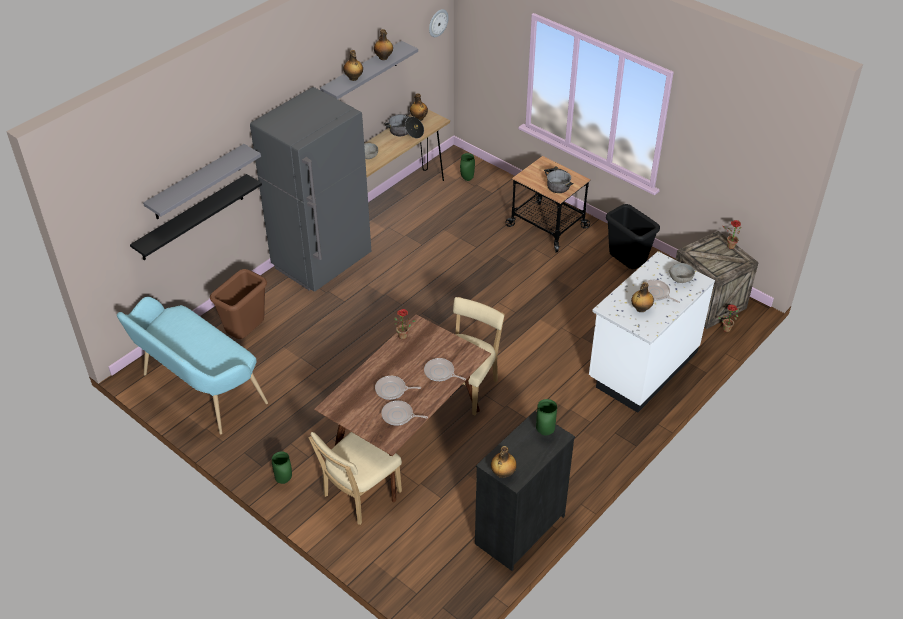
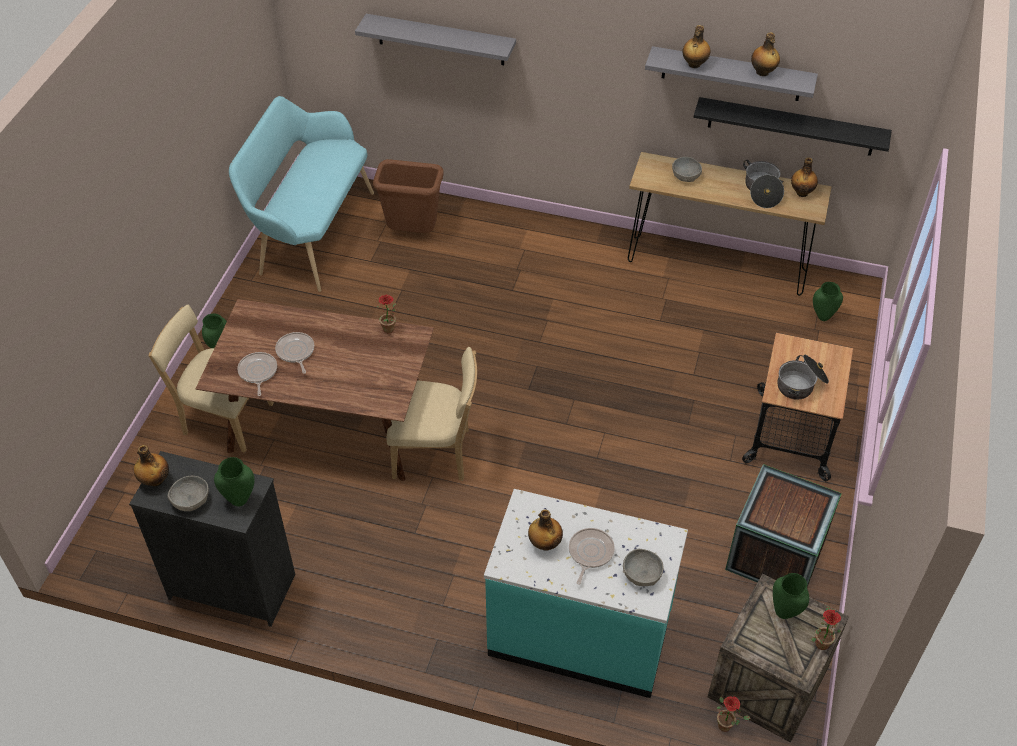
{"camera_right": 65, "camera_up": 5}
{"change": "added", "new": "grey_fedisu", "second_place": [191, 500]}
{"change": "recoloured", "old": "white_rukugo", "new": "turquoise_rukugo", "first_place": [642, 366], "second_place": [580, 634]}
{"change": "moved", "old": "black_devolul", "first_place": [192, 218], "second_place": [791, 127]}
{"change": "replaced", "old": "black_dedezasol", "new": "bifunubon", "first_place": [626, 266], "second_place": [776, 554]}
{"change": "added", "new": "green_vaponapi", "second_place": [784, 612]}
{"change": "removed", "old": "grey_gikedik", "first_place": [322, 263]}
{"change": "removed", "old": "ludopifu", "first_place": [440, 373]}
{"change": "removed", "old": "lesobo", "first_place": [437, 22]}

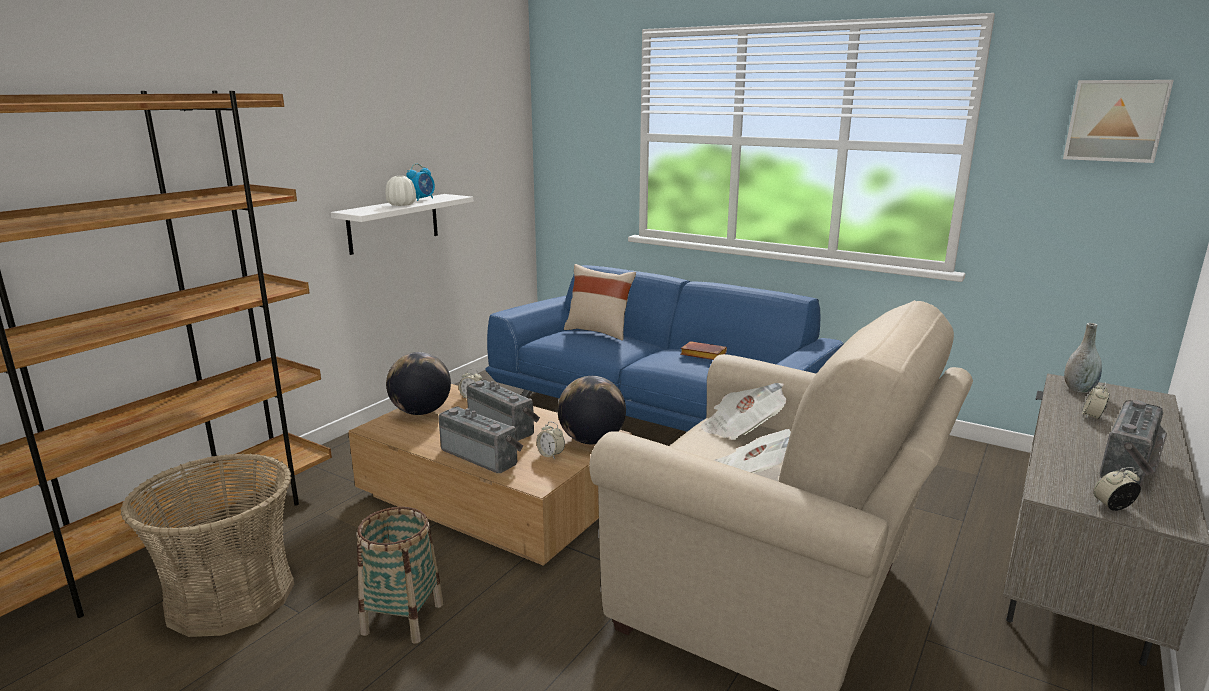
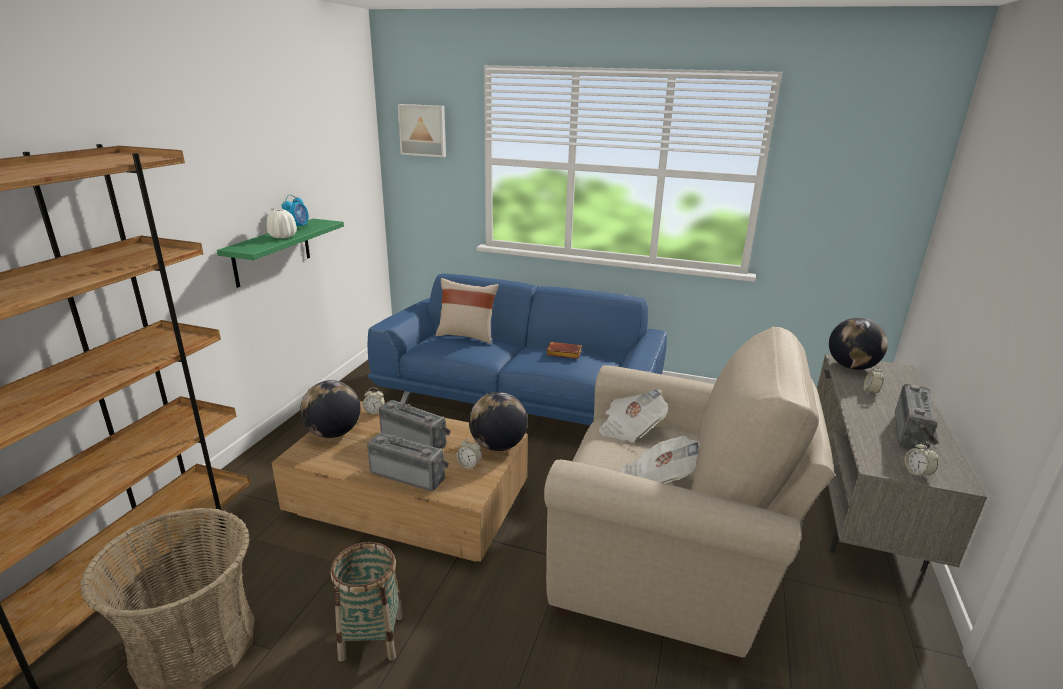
{"camera_right": -15, "camera_up": 5}
{"change": "recoloured", "old": "white_devolul", "new": "green_devolul", "first_place": [393, 223], "second_place": [272, 252]}
{"change": "moved", "old": "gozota", "first_place": [1115, 120], "second_place": [423, 130]}
{"change": "replaced", "old": "grey_vaponapi", "new": "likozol", "first_place": [1078, 389], "second_place": [851, 367]}
{"change": "turned", "old": "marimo", "first_place": [1112, 507], "second_place": [917, 473], "degrees": -75}

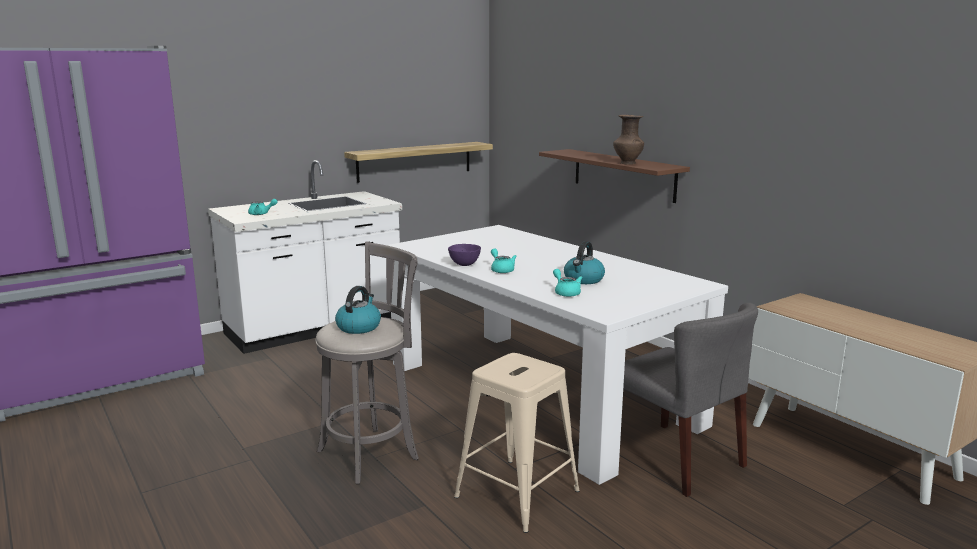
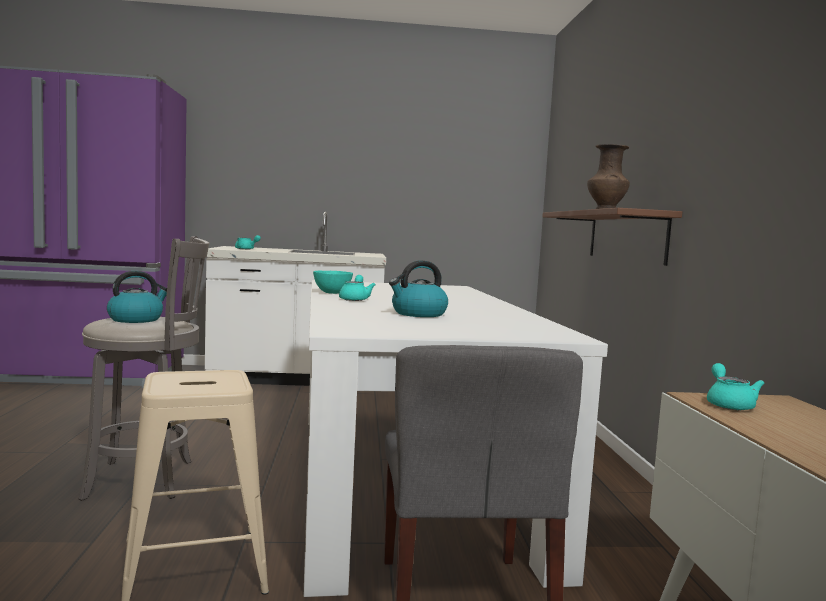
{"camera_right": 30, "camera_up": -10}
{"change": "recoloured", "old": "purple_fedisu", "new": "turquoise_fedisu", "first_place": [464, 265], "second_place": [331, 293]}
{"change": "moved", "old": "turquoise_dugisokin", "first_place": [566, 292], "second_place": [729, 404]}
{"change": "removed", "old": "devolul", "first_place": [415, 161]}

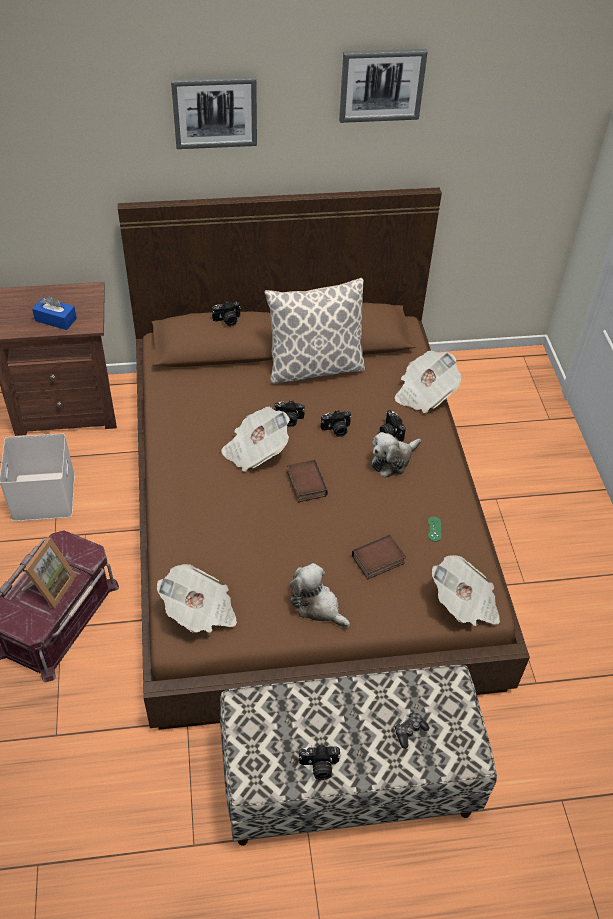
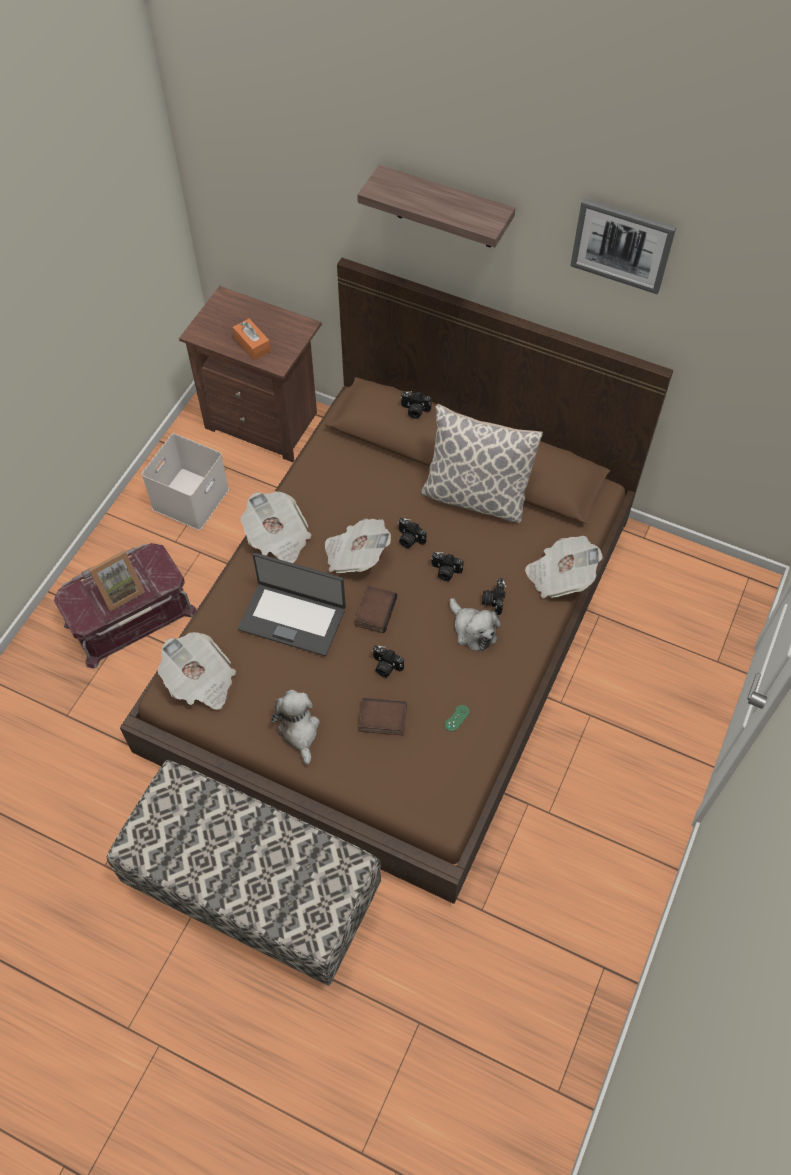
{"camera_right": 35, "camera_up": 10}
{"change": "recoloured", "old": "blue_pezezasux", "new": "orange_pezezasux", "first_place": [56, 319], "second_place": [252, 344]}
{"change": "added", "new": "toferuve", "second_place": [293, 618]}
{"change": "moved", "old": "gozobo", "first_place": [464, 604], "second_place": [278, 538]}
{"change": "replaced", "old": "gozota", "new": "devolul", "first_place": [215, 112], "second_place": [445, 208]}
{"change": "moved", "old": "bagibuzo", "first_place": [319, 767], "second_place": [385, 667]}
{"change": "turned", "old": "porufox", "first_place": [392, 460], "second_place": [473, 630], "degrees": -120}
{"change": "removed", "old": "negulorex", "first_place": [409, 731]}

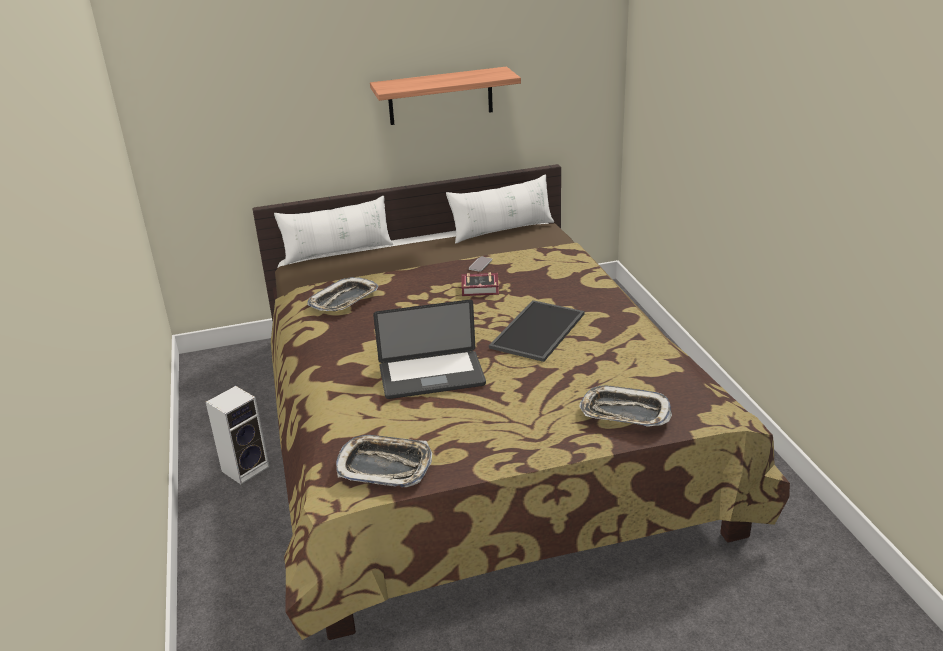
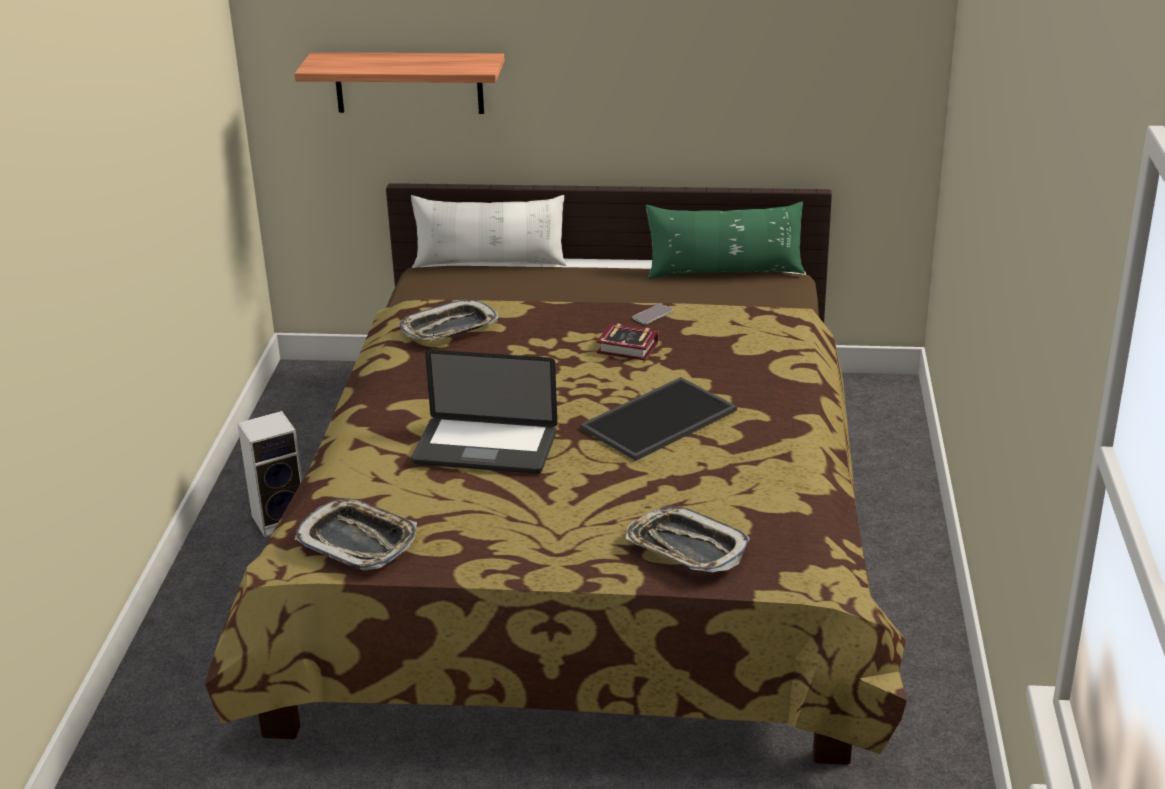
{"camera_right": 20, "camera_up": 0}
{"change": "moved", "old": "devolul", "first_place": [440, 96], "second_place": [409, 82]}
{"change": "recoloured", "old": "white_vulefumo", "new": "green_vulefumo", "first_place": [502, 230], "second_place": [725, 272]}

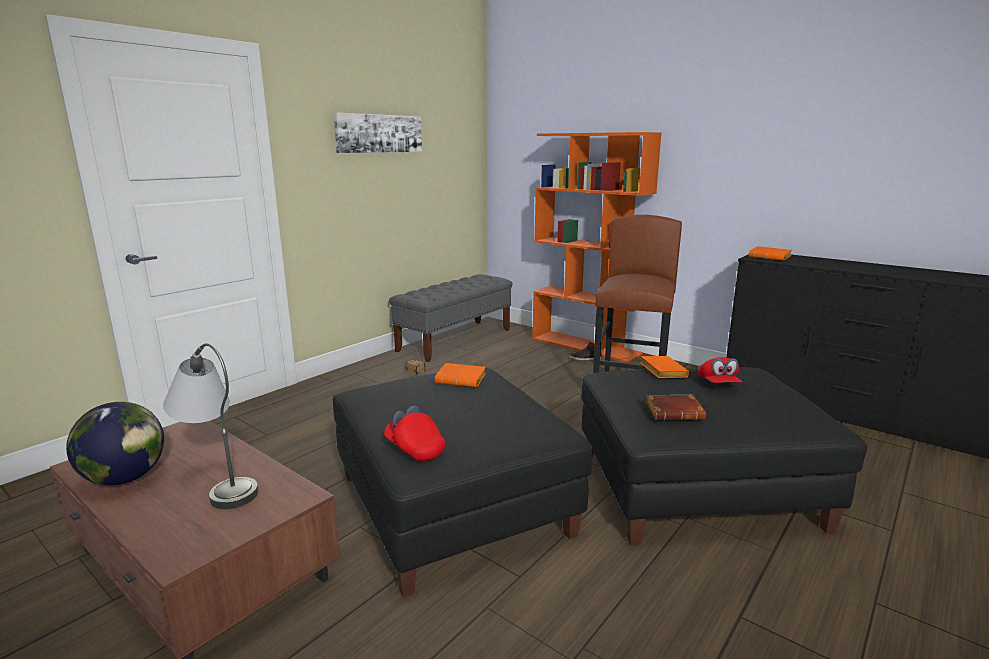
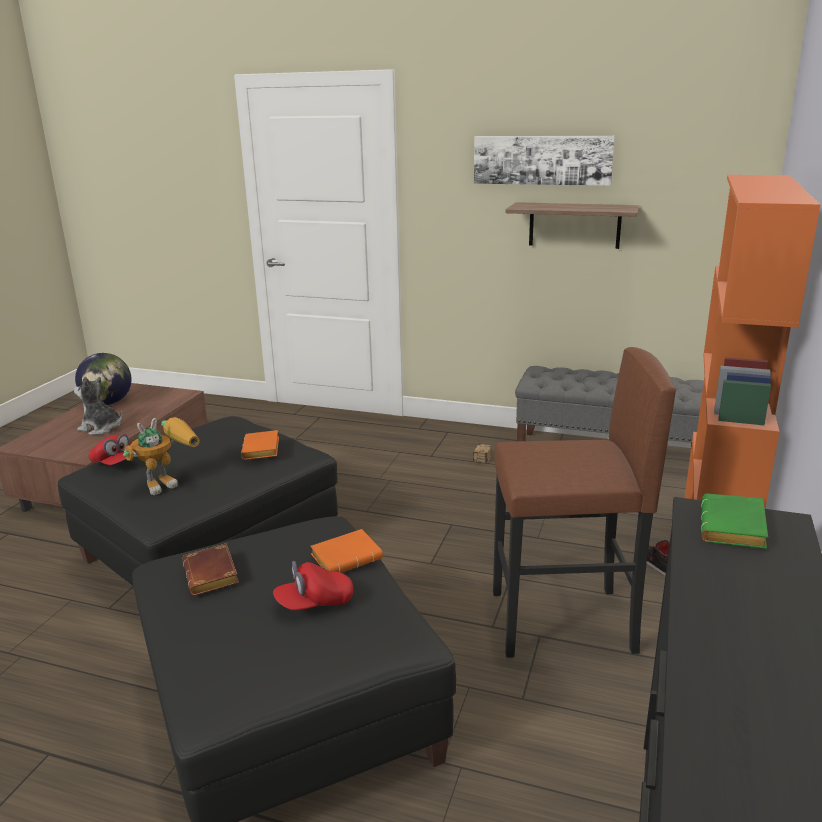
{"camera_right": 70, "camera_up": 5}
{"change": "replaced", "old": "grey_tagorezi", "new": "porufox", "first_place": [220, 484], "second_place": [101, 428]}
{"change": "turned", "old": "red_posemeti", "first_place": [414, 449], "second_place": [115, 463], "degrees": 105}
{"change": "added", "new": "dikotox", "second_place": [170, 481]}
{"change": "added", "new": "devolul", "second_place": [574, 225]}
{"change": "recoloured", "old": "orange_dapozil", "new": "green_dapozil", "first_place": [770, 257], "second_place": [735, 529]}

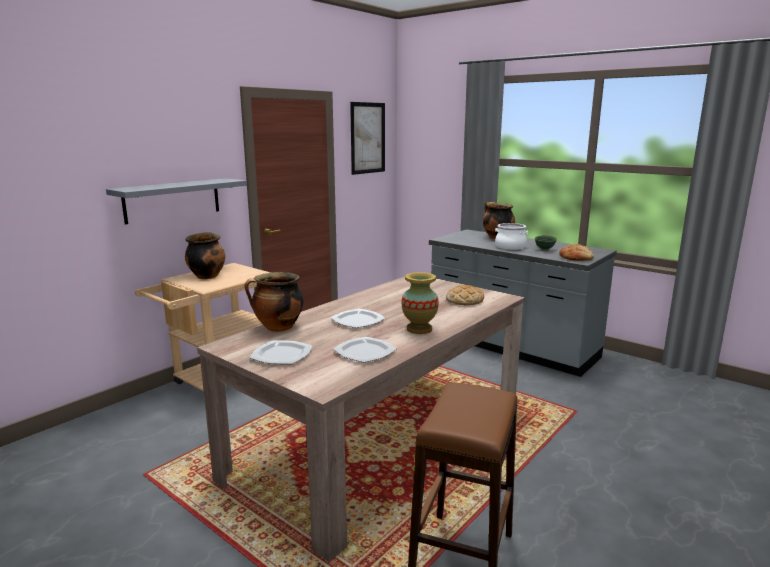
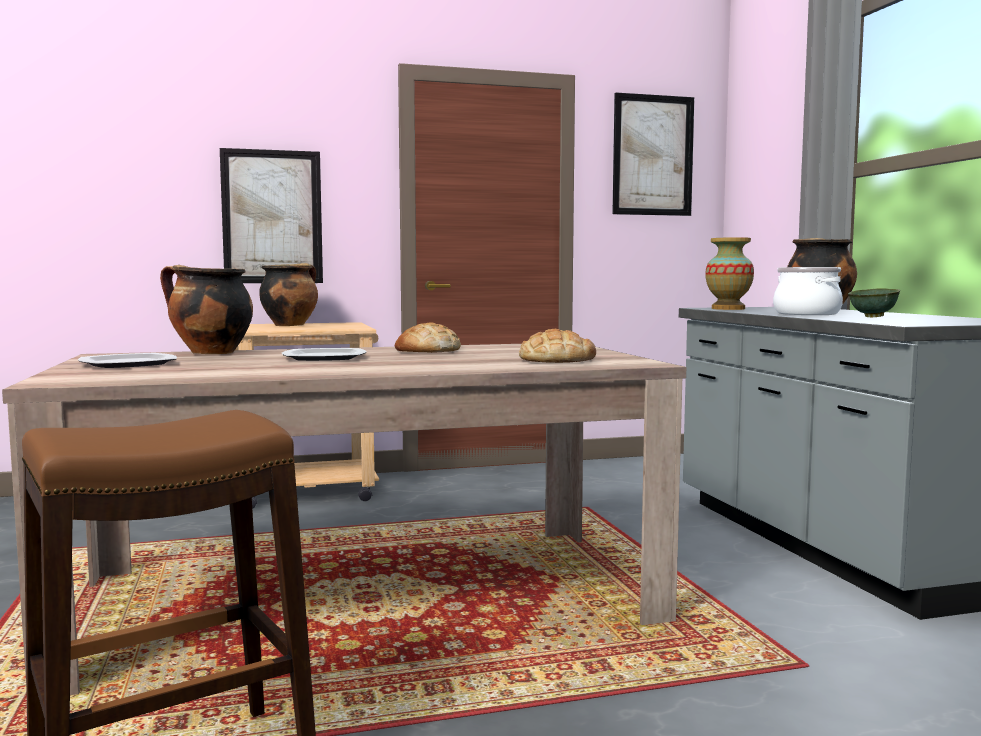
{"camera_right": 35, "camera_up": -10}
{"change": "replaced", "old": "grey_devolul", "new": "gozota", "first_place": [173, 200], "second_place": [272, 217]}
{"change": "moved", "old": "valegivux", "first_place": [576, 257], "second_place": [427, 350]}
{"change": "moved", "old": "vaponapi", "first_place": [419, 329], "second_place": [728, 309]}
{"change": "removed", "old": "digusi", "first_place": [364, 351]}

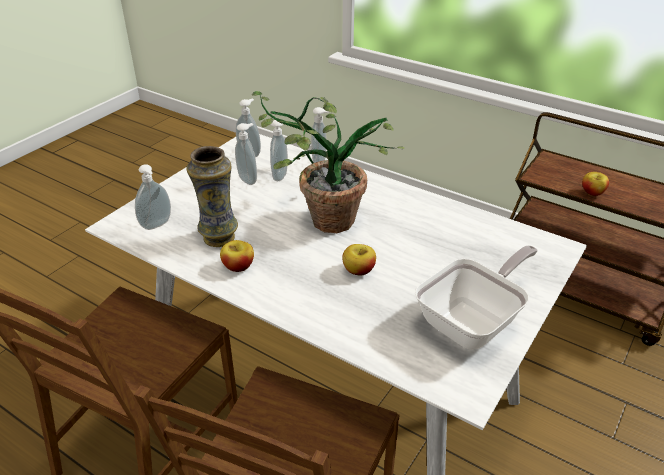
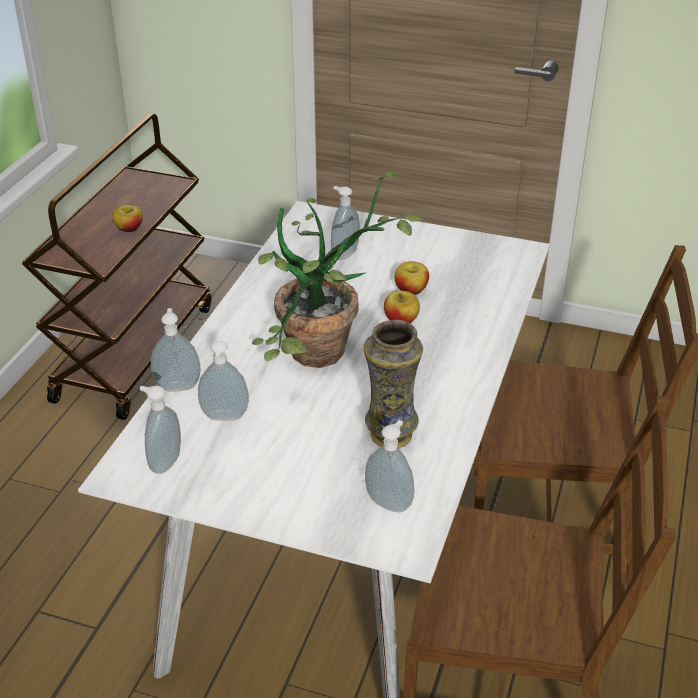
{"camera_right": -105, "camera_up": 0}
{"change": "moved", "old": "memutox", "first_place": [249, 179], "second_place": [343, 253]}
{"change": "moved", "old": "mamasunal", "first_place": [238, 266], "second_place": [411, 290]}
{"change": "removed", "old": "ludopifu", "first_place": [474, 322]}

